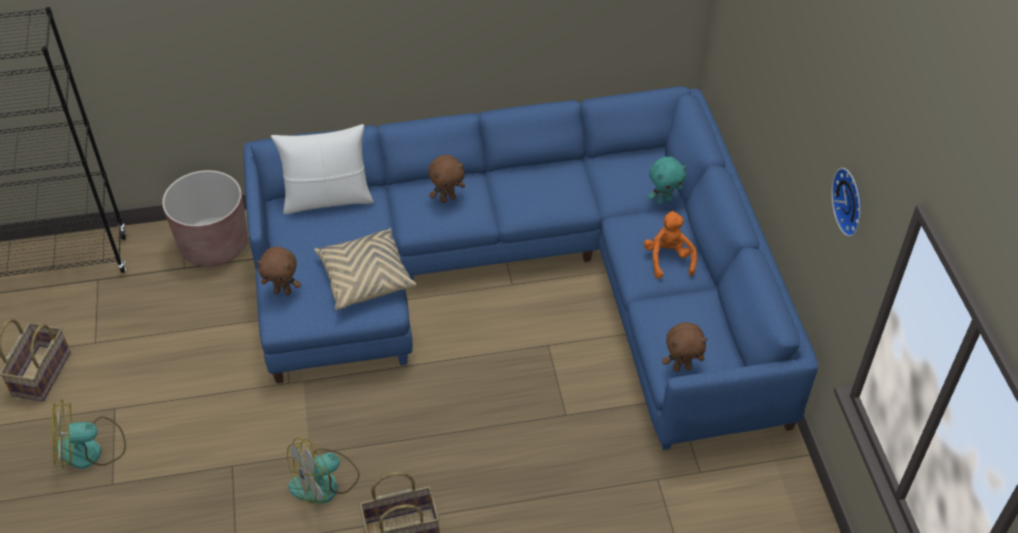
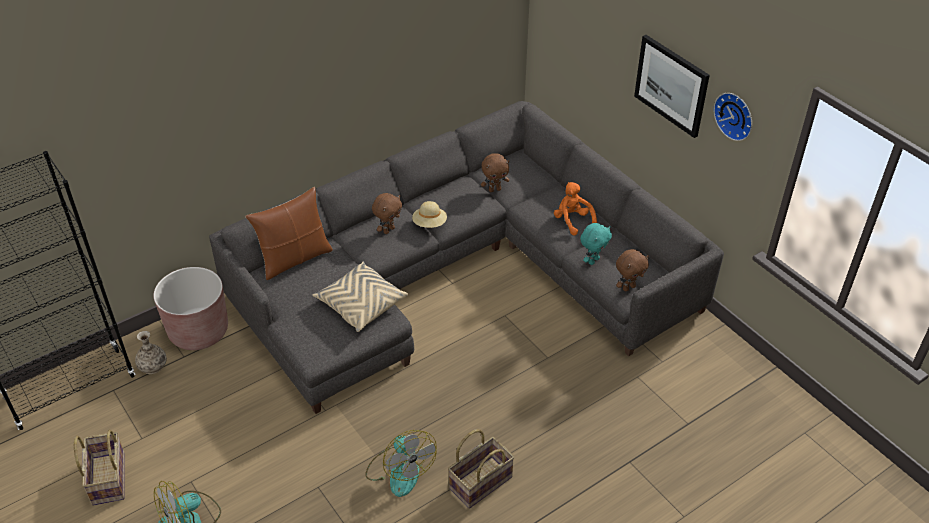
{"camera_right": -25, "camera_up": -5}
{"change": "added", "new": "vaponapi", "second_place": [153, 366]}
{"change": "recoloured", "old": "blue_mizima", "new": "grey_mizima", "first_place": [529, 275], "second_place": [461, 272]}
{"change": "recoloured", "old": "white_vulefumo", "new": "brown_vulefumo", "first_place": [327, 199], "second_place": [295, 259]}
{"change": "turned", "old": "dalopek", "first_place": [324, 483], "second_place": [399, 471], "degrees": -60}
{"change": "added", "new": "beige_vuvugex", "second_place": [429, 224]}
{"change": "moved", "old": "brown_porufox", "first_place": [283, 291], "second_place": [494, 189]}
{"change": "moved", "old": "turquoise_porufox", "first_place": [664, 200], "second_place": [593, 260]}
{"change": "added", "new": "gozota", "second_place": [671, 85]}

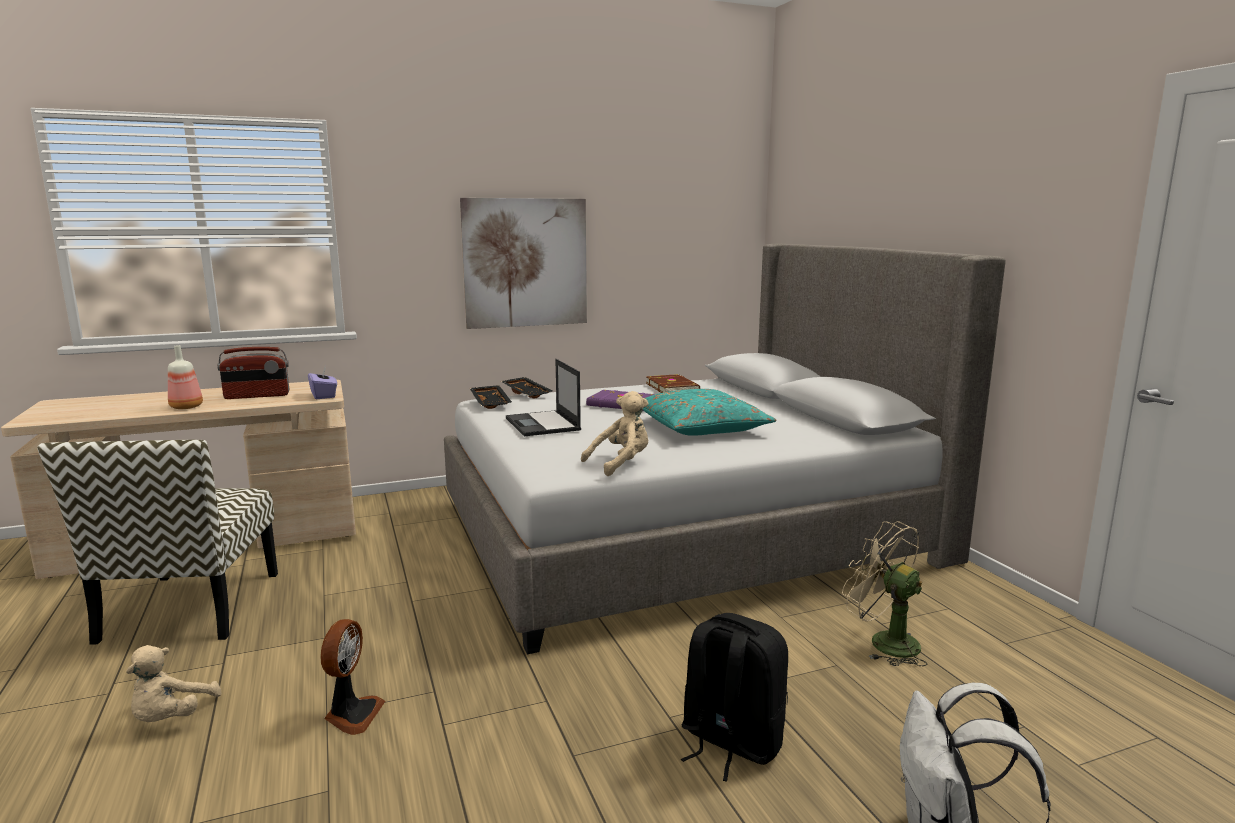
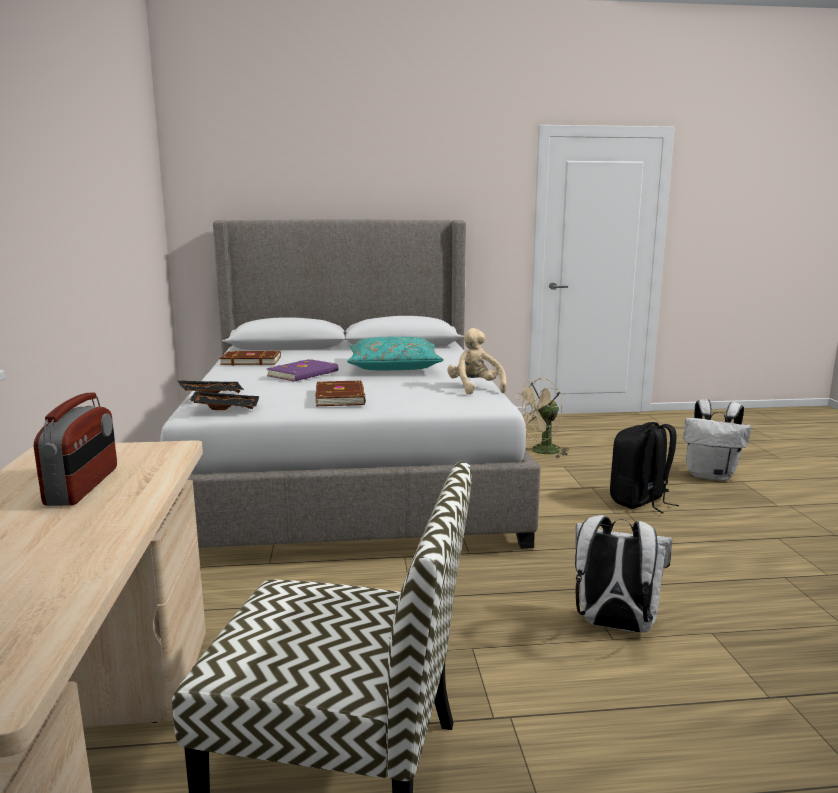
{"camera_right": -75, "camera_up": 0}
{"change": "replaced", "old": "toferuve", "new": "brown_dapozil", "first_place": [543, 424], "second_place": [341, 397]}
{"change": "replaced", "old": "dalopek", "new": "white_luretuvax", "first_place": [352, 714], "second_place": [613, 626]}
{"change": "removed", "old": "beige_porufox", "first_place": [171, 718]}
{"change": "removed", "old": "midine", "first_place": [187, 407]}
{"change": "removed", "old": "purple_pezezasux", "first_place": [324, 395]}
{"change": "removed", "old": "gozota", "first_place": [525, 263]}

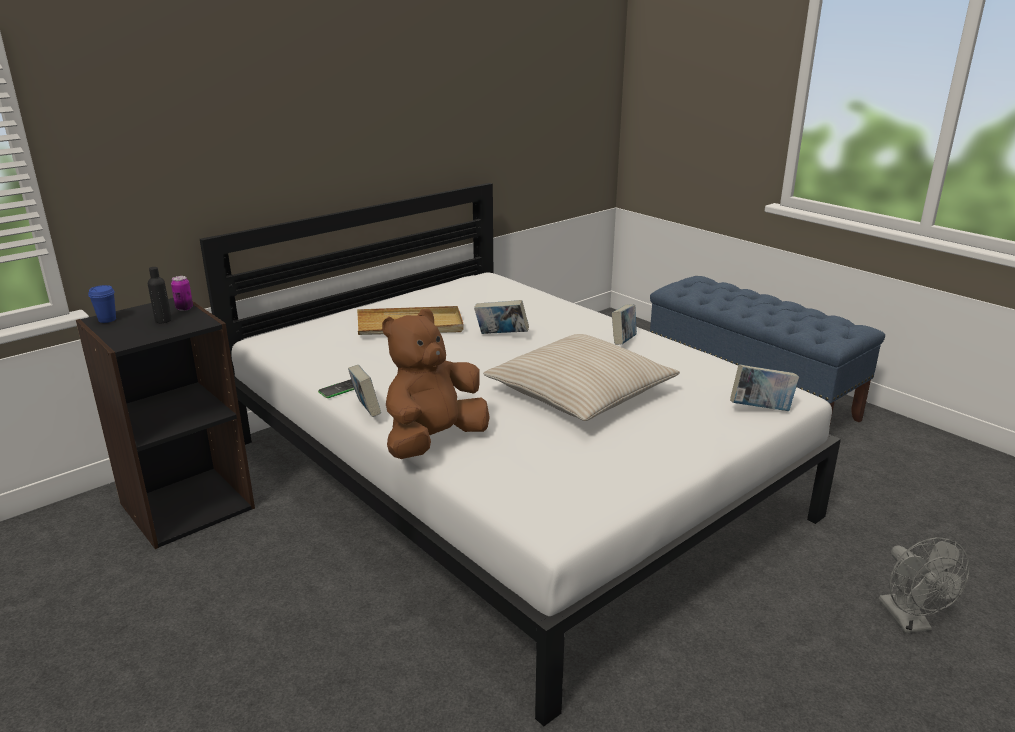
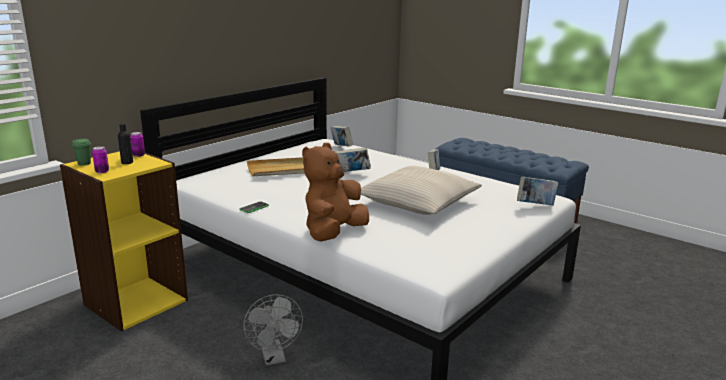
{"camera_right": -10, "camera_up": -5}
{"change": "recoloured", "old": "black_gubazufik", "new": "yellow_gubazufik", "first_place": [187, 505], "second_place": [135, 302]}
{"change": "recoloured", "old": "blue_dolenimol", "new": "green_dolenimol", "first_place": [107, 320], "second_place": [84, 163]}
{"change": "added", "new": "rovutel", "second_place": [102, 171]}
{"change": "moved", "old": "grey_dalopek", "first_place": [909, 622], "second_place": [274, 358]}
{"change": "moved", "old": "dapozil", "first_place": [366, 411], "second_place": [341, 147]}

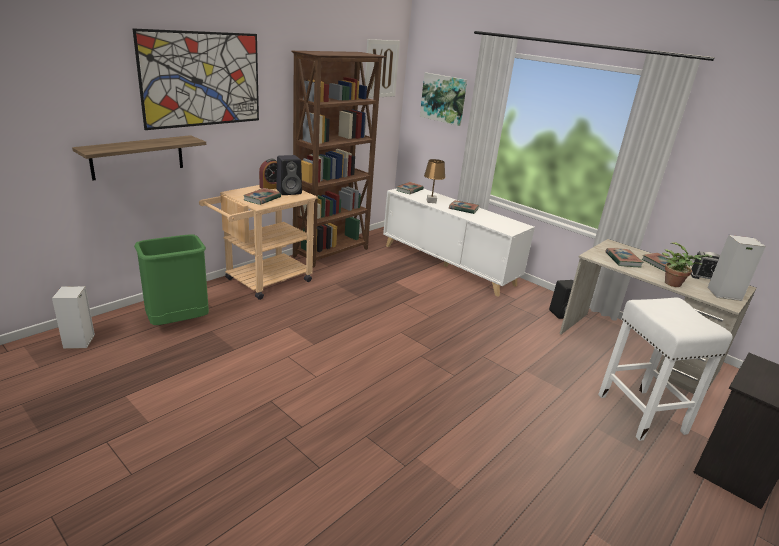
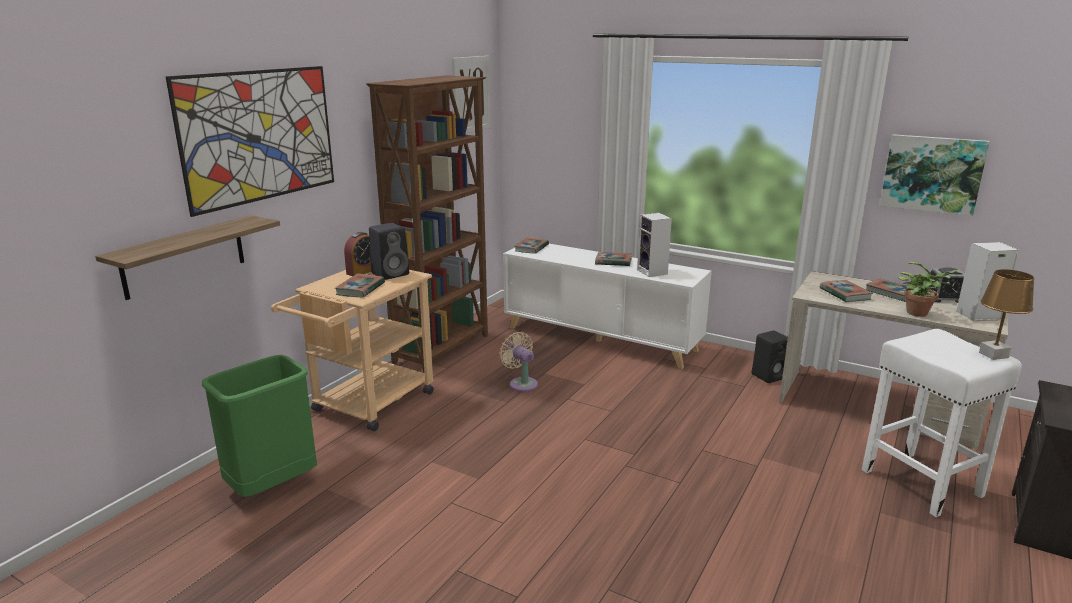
{"camera_right": -10, "camera_up": -5}
{"change": "added", "new": "beige_dalopek", "second_place": [521, 383]}
{"change": "moved", "old": "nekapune", "first_place": [79, 342], "second_place": [653, 272]}
{"change": "moved", "old": "gozota", "first_place": [443, 98], "second_place": [932, 174]}
{"change": "moved", "old": "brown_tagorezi", "first_place": [431, 201], "second_place": [993, 355]}

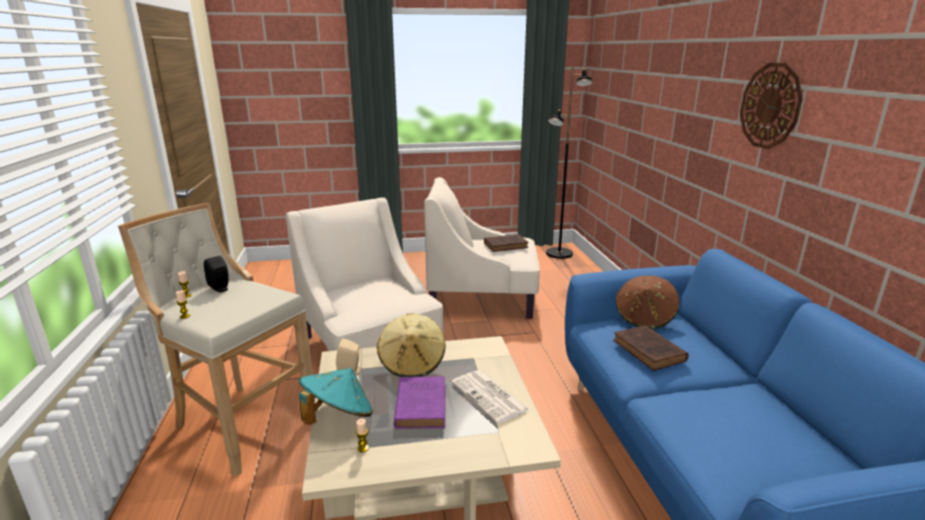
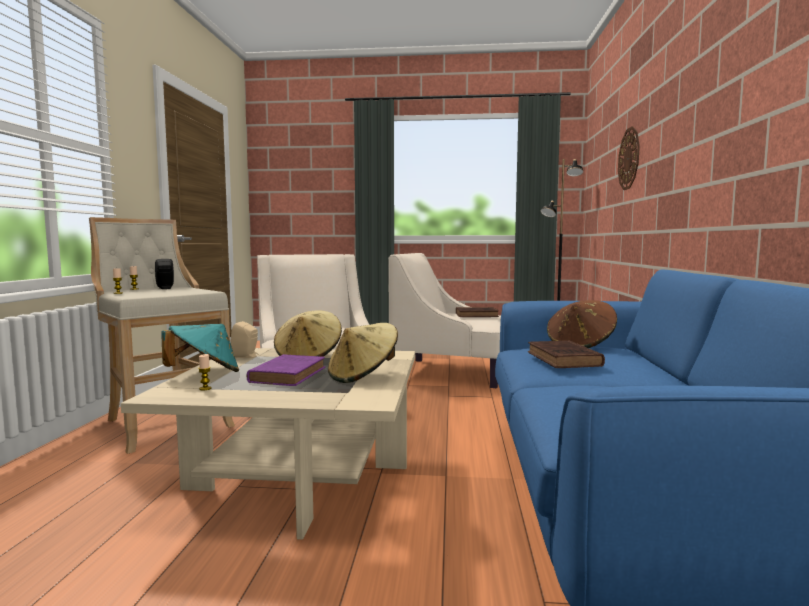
{"camera_right": 15, "camera_up": -15}
{"change": "replaced", "old": "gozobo", "new": "beige_vuvugex", "first_place": [490, 397], "second_place": [363, 376]}
{"change": "moved", "old": "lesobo", "first_place": [770, 106], "second_place": [629, 158]}

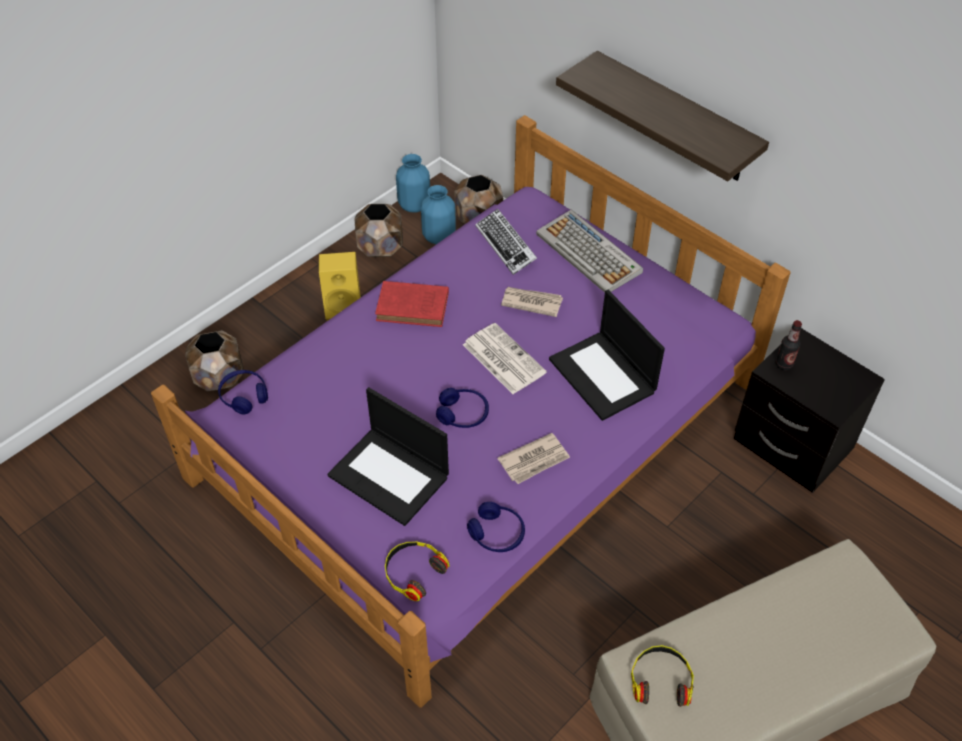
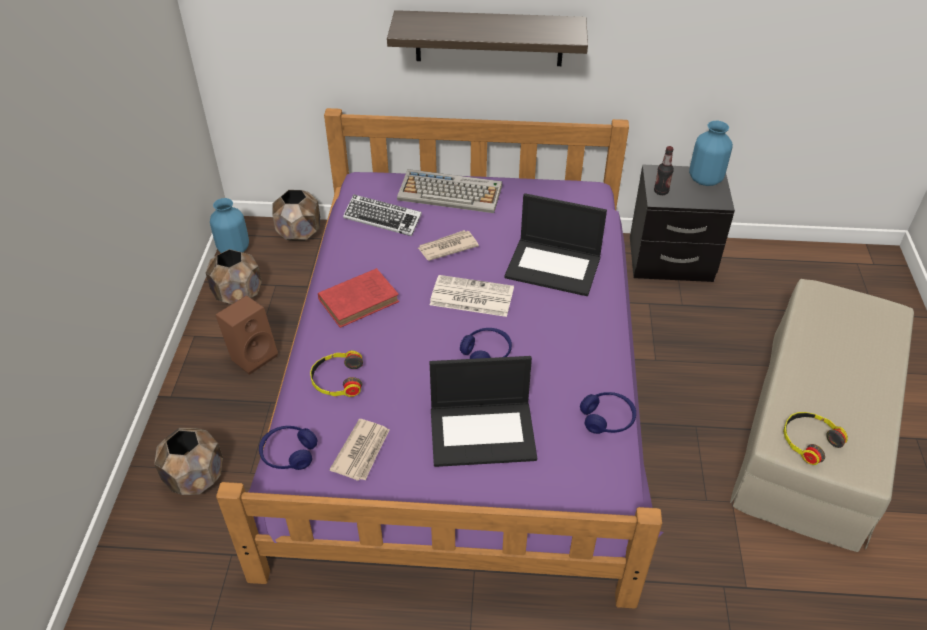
{"camera_right": -40, "camera_up": -5}
{"change": "recoloured", "old": "yellow_nekapune", "new": "brown_nekapune", "first_place": [344, 306], "second_place": [253, 355]}
{"change": "moved", "old": "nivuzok", "first_place": [413, 572], "second_place": [337, 380]}
{"change": "moved", "old": "gozobo", "first_place": [534, 460], "second_place": [362, 451]}
{"change": "moved", "old": "blue_vaponapi", "first_place": [439, 236], "second_place": [705, 179]}

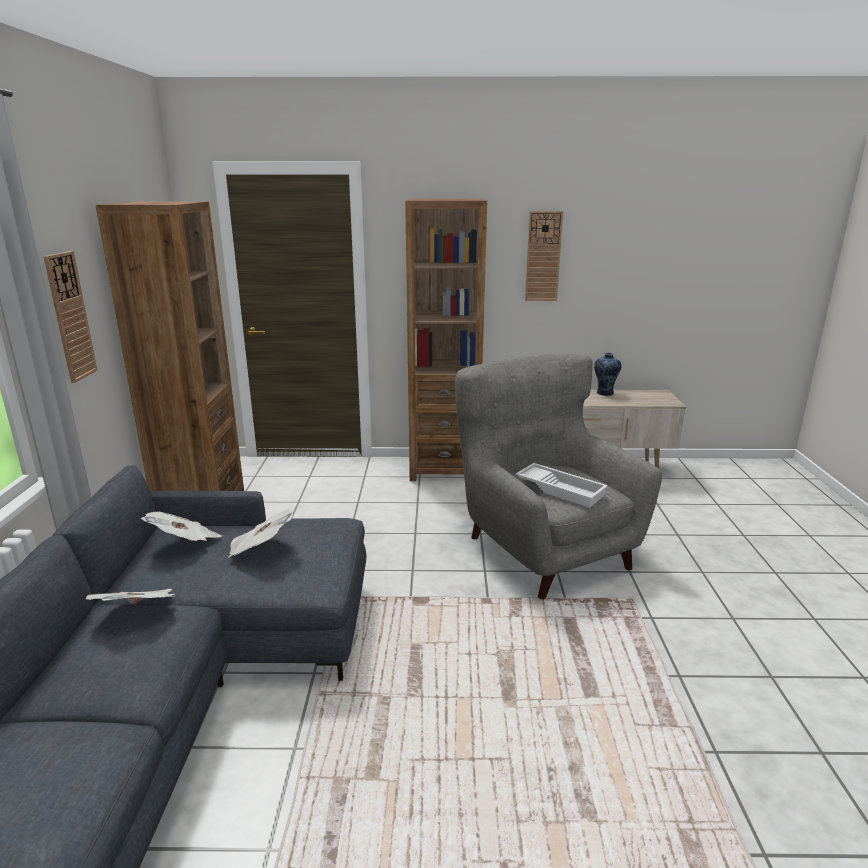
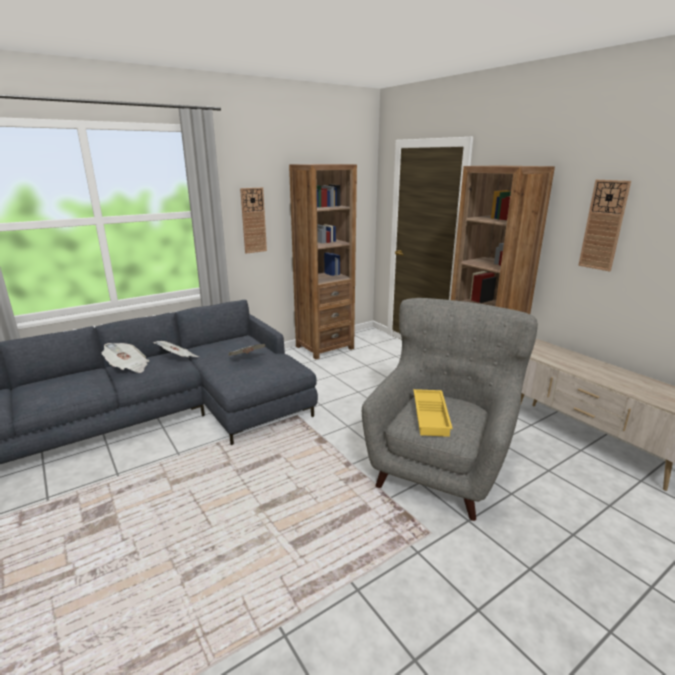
{"camera_right": 55, "camera_up": 0}
{"change": "moved", "old": "gozobo", "first_place": [185, 542], "second_place": [128, 367]}
{"change": "recoloured", "old": "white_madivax", "new": "yellow_madivax", "first_place": [561, 489], "second_place": [432, 416]}
{"change": "removed", "old": "vaponapi", "first_place": [604, 393]}

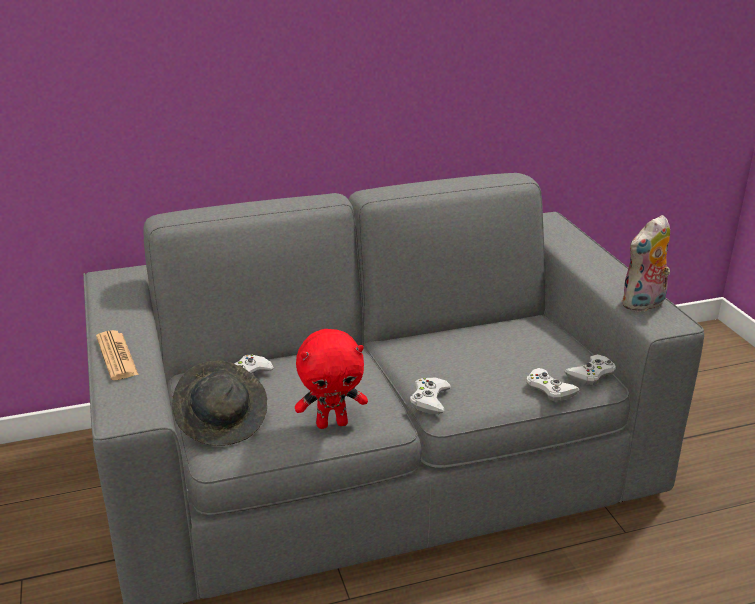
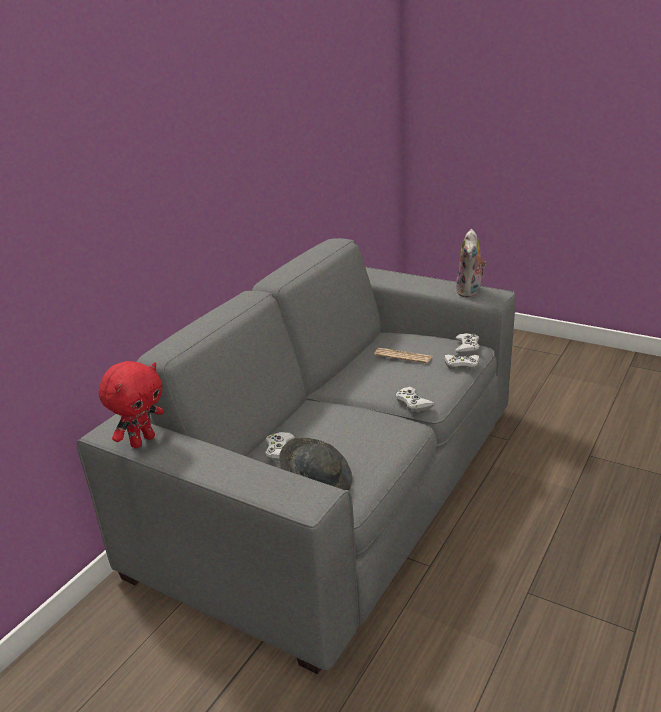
{"camera_right": -40, "camera_up": 0}
{"change": "moved", "old": "red_porufox", "first_place": [332, 423], "second_place": [142, 441]}
{"change": "moved", "old": "gozobo", "first_place": [117, 356], "second_place": [403, 356]}

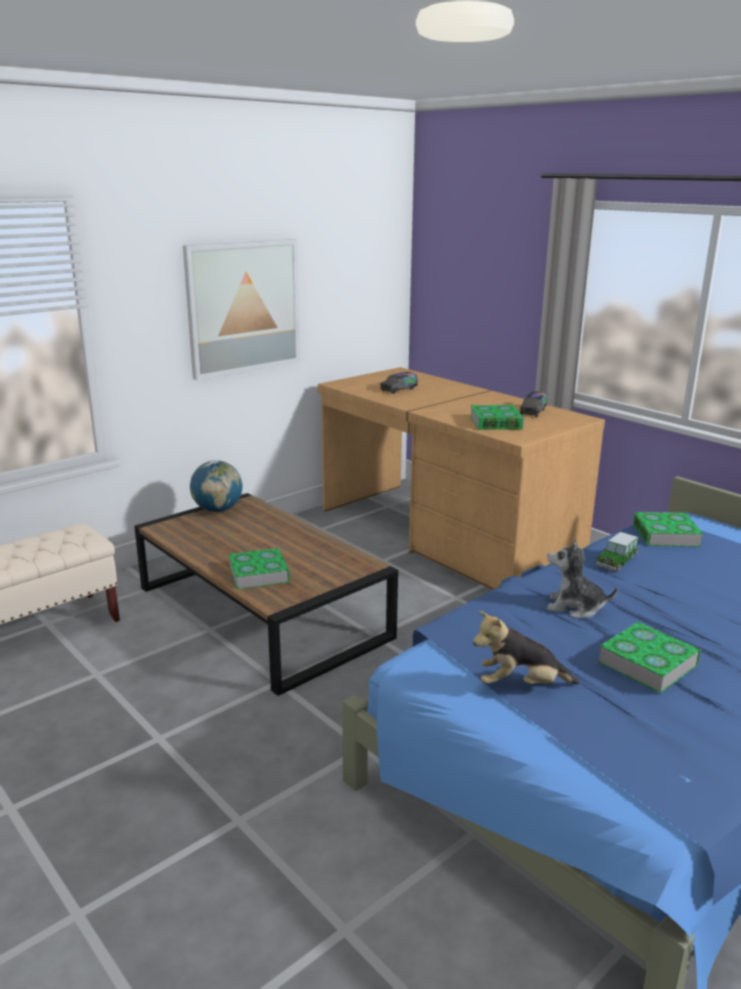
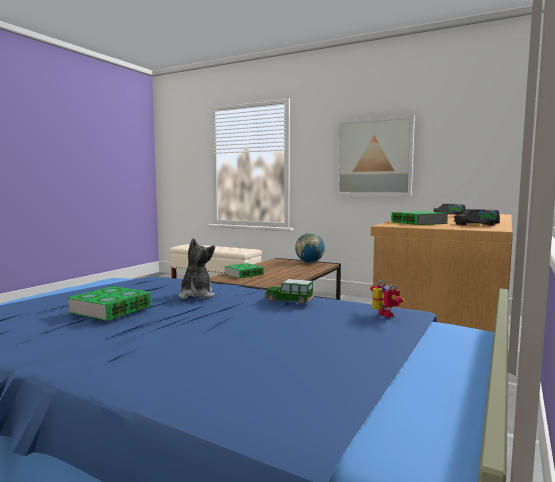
{"camera_right": 70, "camera_up": -15}
{"change": "replaced", "old": "dapozil", "new": "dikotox", "first_place": [665, 535], "second_place": [382, 315]}
{"change": "removed", "old": "porufox", "first_place": [520, 685]}

